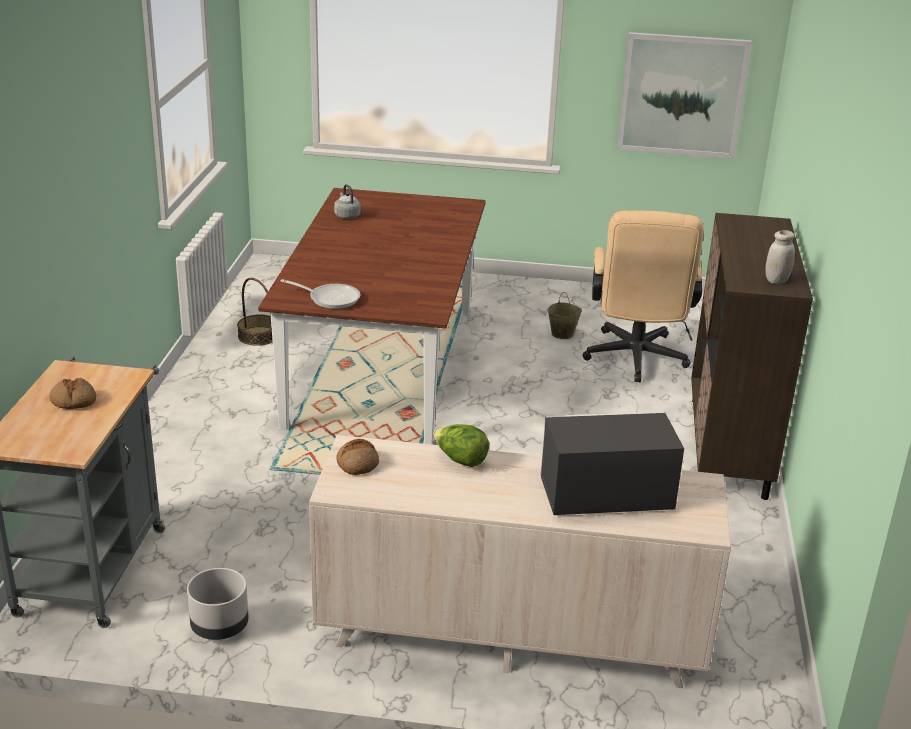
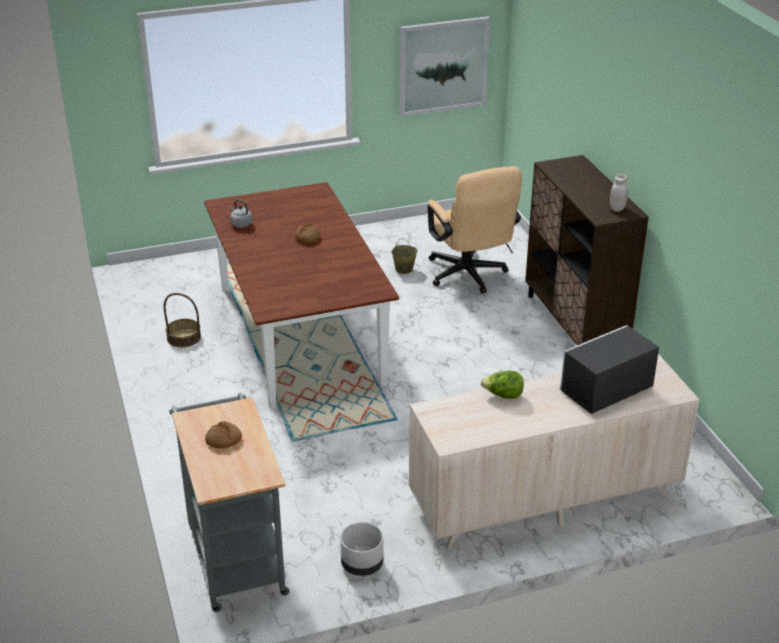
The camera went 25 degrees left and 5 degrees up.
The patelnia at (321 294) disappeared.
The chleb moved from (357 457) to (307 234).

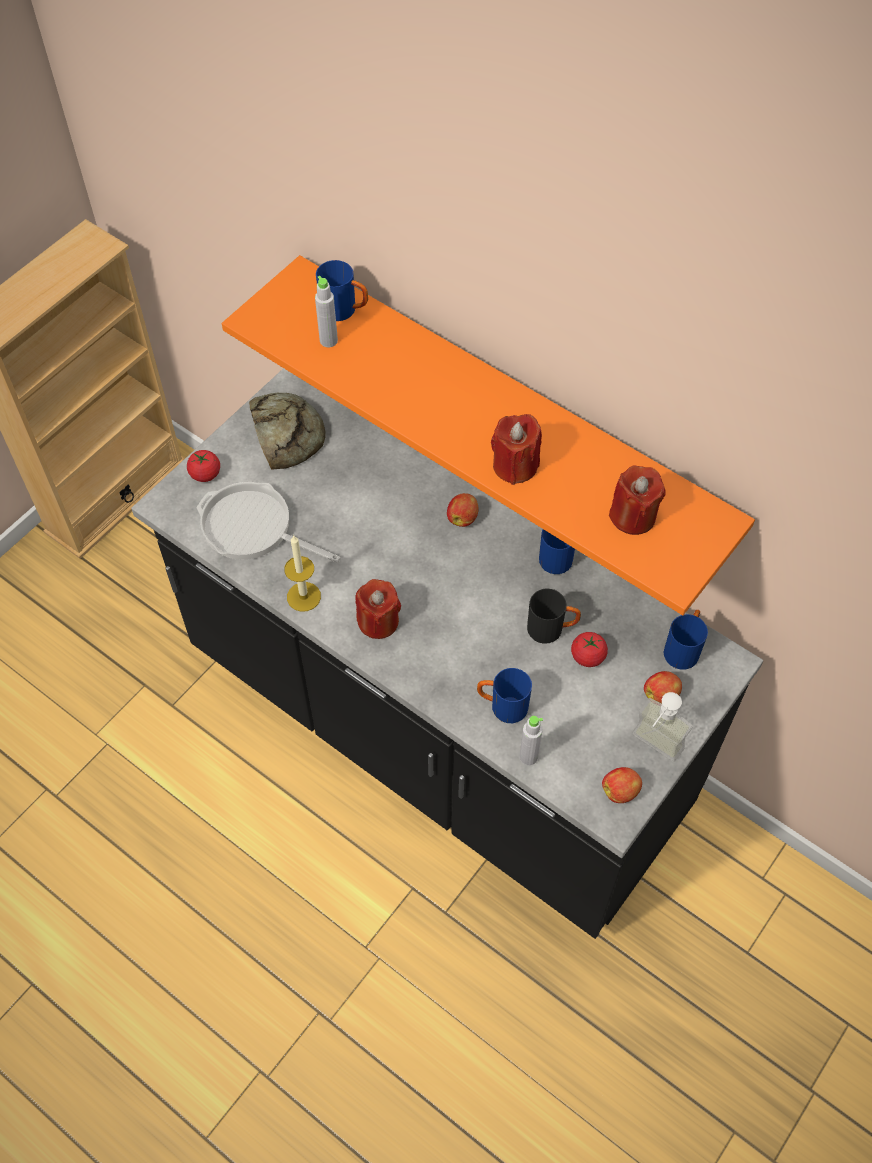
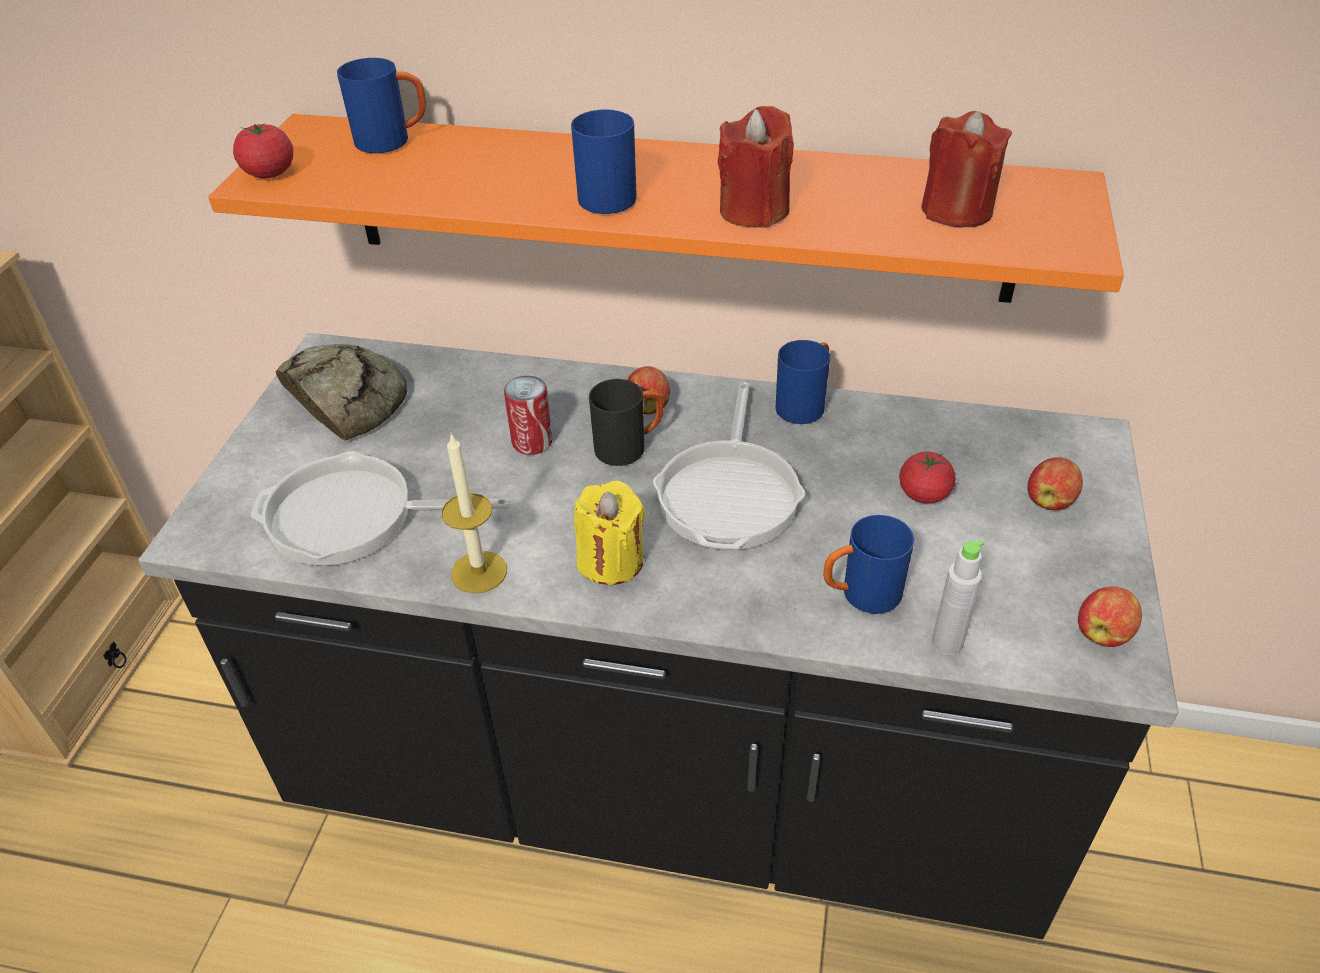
The camera went 25 degrees left and 15 degrees down.
The pomidor moved from (203 466) to (263 150).
The butelka (szary) at (326 311) disappeared.
The świeca (czerwony) at (378 609) became the świeca (żółty) at (609 533).
The kubek (czarny) moved from (554 616) to (626 422).
The dozownik mydła at (662 726) disappeared.
The kubek (niebieski) moved from (686 640) to (604 161).
The puszka at (528 415) appeared.
The patelnia at (729 466) appeared.

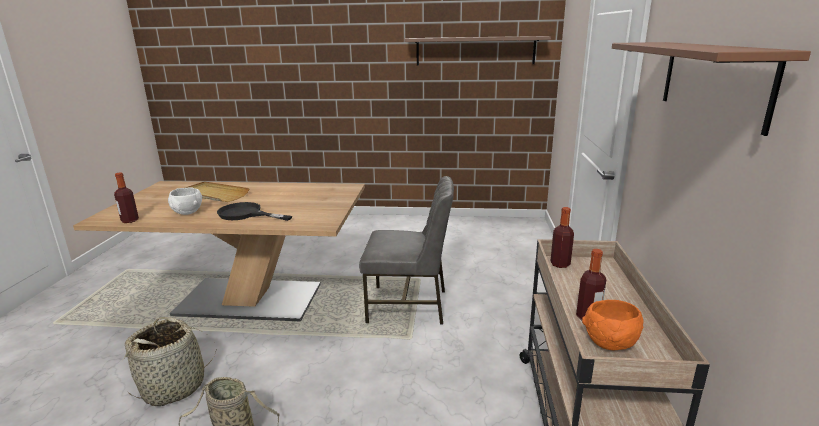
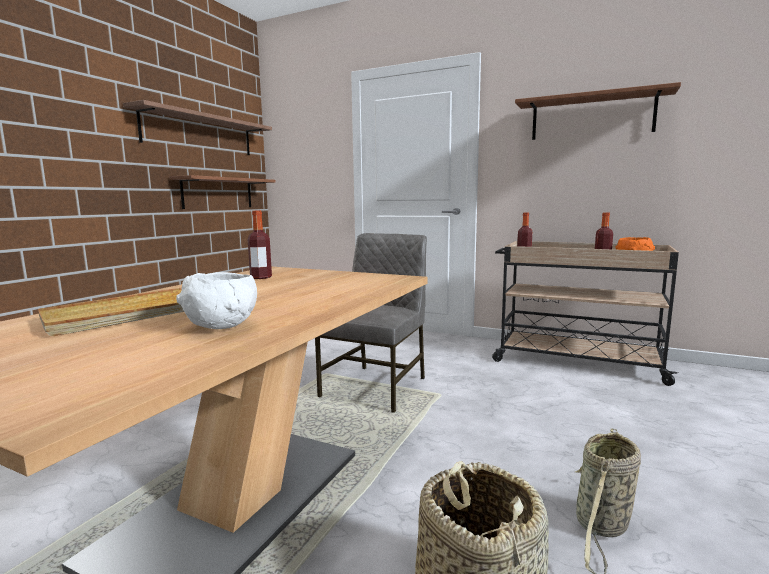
The camera went 70 degrees left and 10 degrees down.
The butelka moved from (126 197) to (260 245).
The patelnia (czarny) at (254 211) disappeared.
The półka (brązowy) at (222 192) appeared.

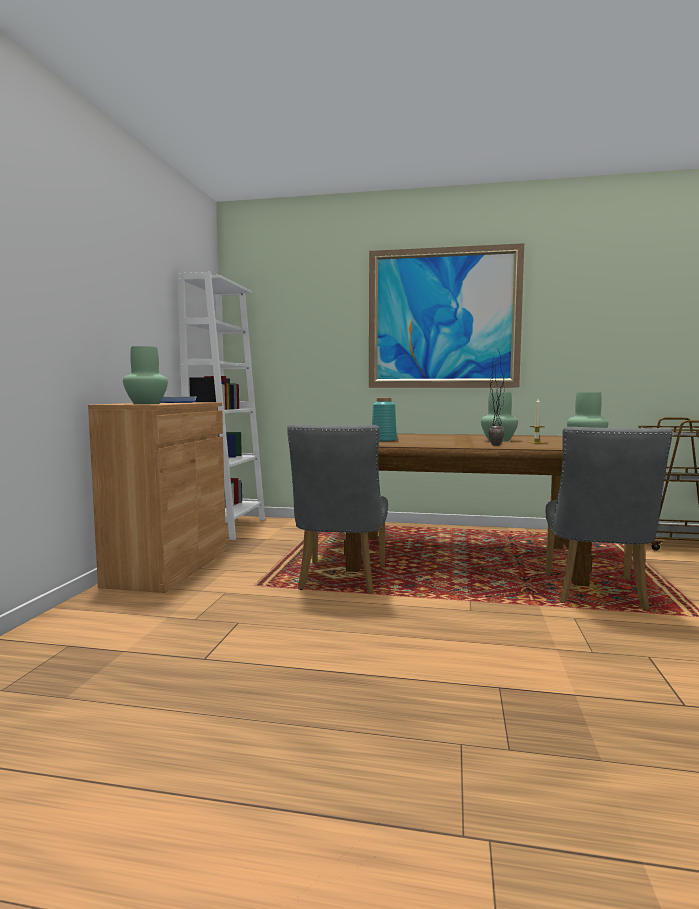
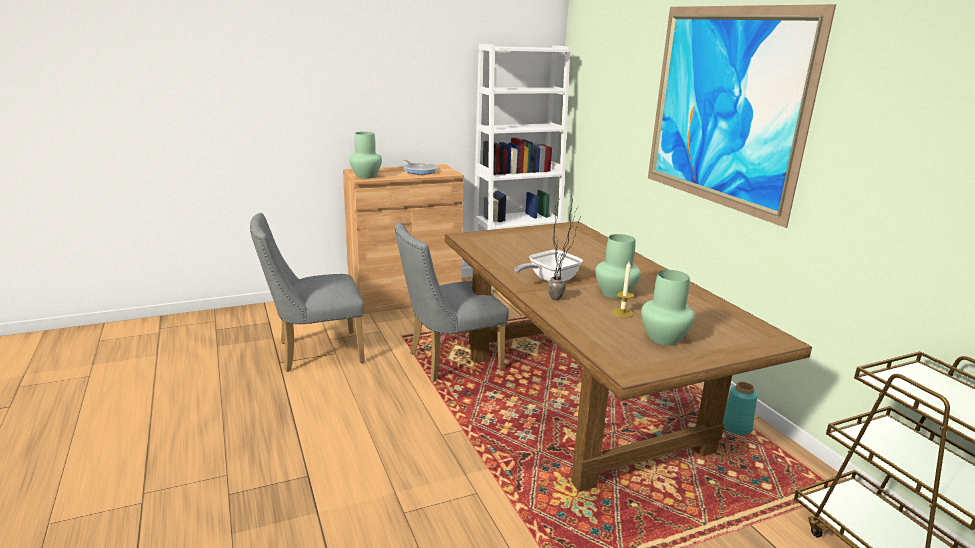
The camera went 55 degrees right and 15 degrees up.
The wazon (turkusowy) moved from (384 420) to (740 408).
The krzesło (szary) moved from (609 518) to (307 292).
The patelnia at (548 266) appeared.

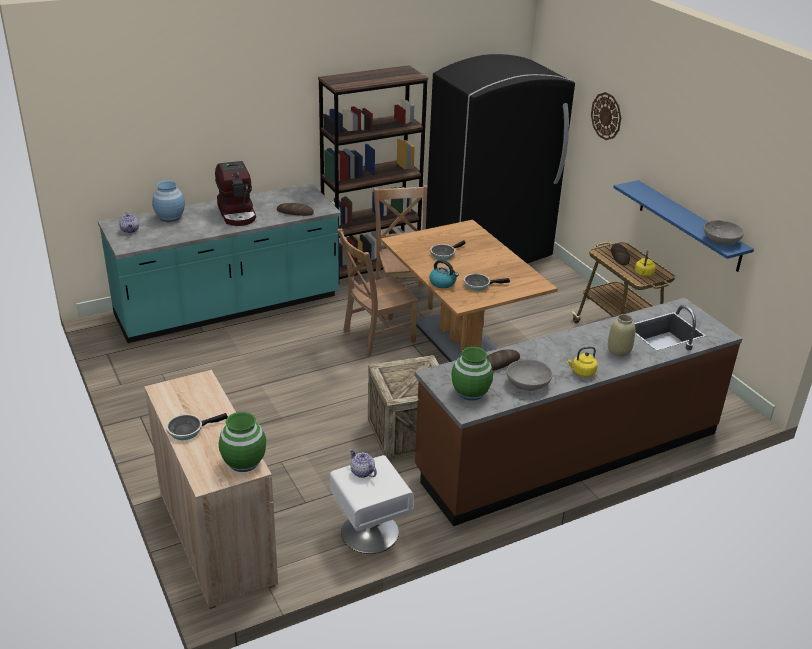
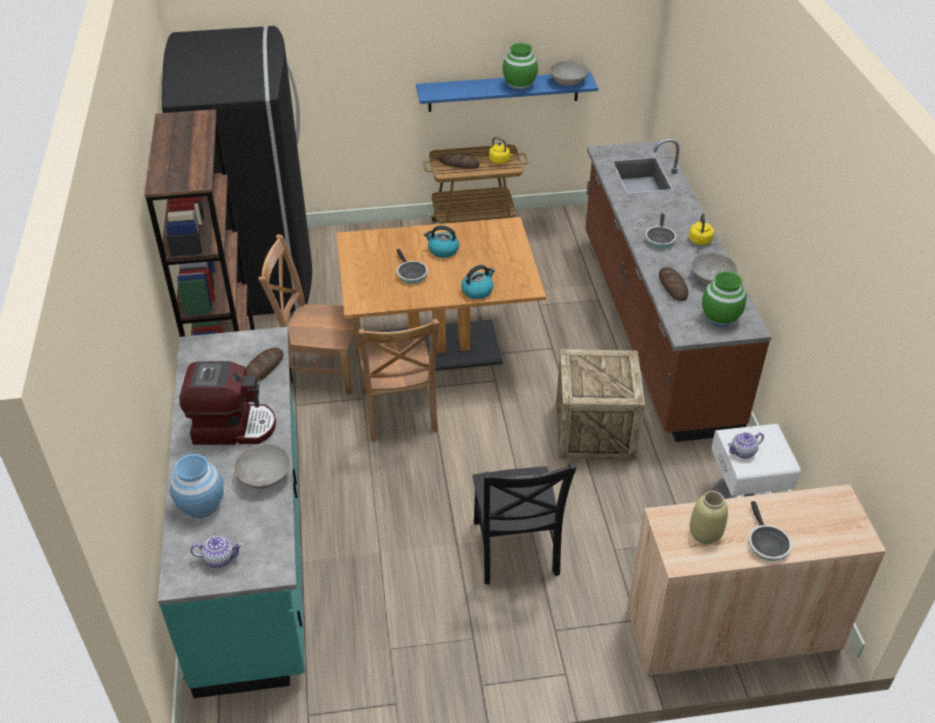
The camera went 70 degrees left and 10 degrees up.
The wazon (zielony) moved from (242 442) to (520 67).
The patelnia moved from (487 282) to (660 230).
The zegar ścienny at (606 116) disappeared.
The wazon (beżowy) moved from (621 335) to (709 517).
The miska (szary) at (262 466) appeared.
The czajnik at (441 241) appeared.
The krzesło (czarny) at (525 523) appeared.

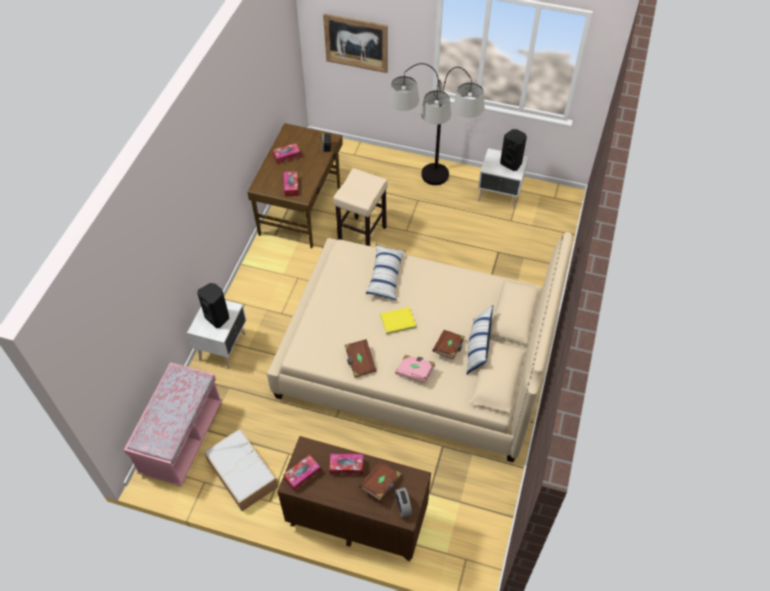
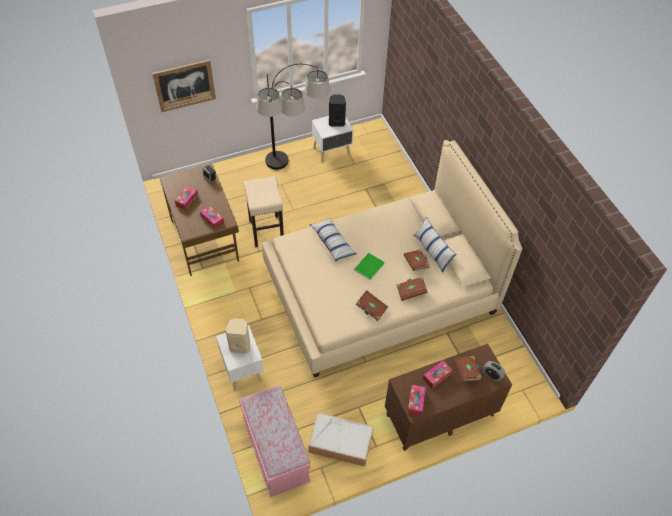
The camera went 40 degrees left and 0 degrees up.
The głośnik (czarny) at (213 305) became the głośnik (beżowy) at (237 336).
The książka (żółty) at (398 320) became the książka (zielony) at (369 266).
The książka (różowy) at (415 368) became the książka (brązowy) at (412 288).

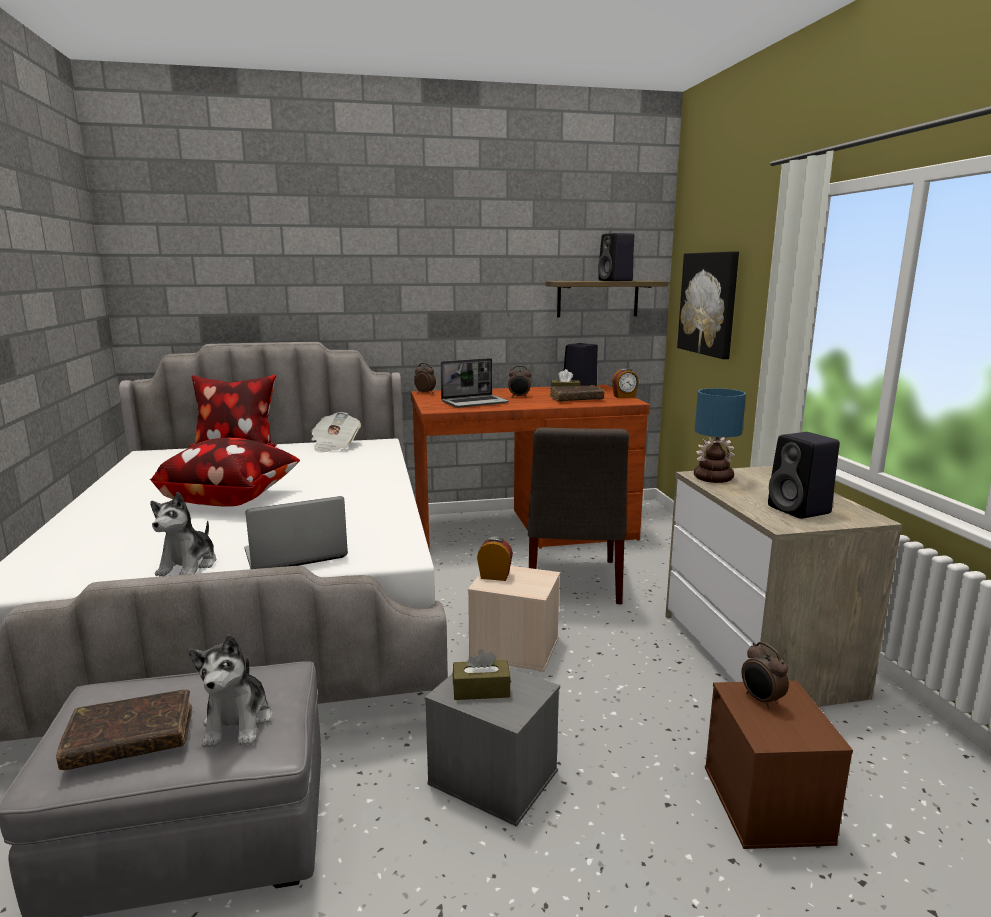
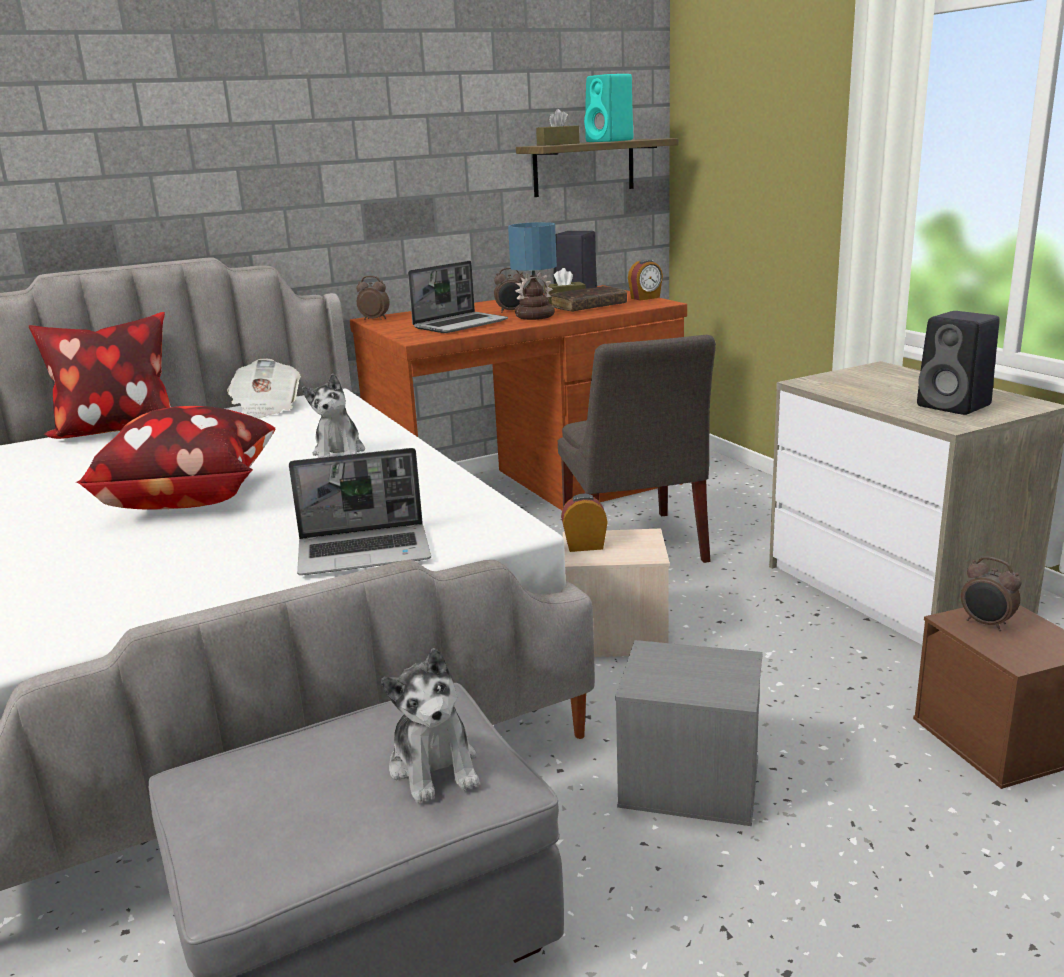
The camera went 15 degrees left and 5 degrees up.
The książka (brązowy) at (124 729) disappeared.
The pluszak moved from (183 534) to (333 416).
The laptop at (296 532) turned 150 degrees counterclockwise.
The pudełko chusteczek (brązowy) moved from (482 674) to (558 127).
The głośnik (czarny) at (616 257) became the głośnik (turkusowy) at (608 108).
The obraz at (708 305) disappeared.
The lampa stołowa moved from (720 435) to (532 271).

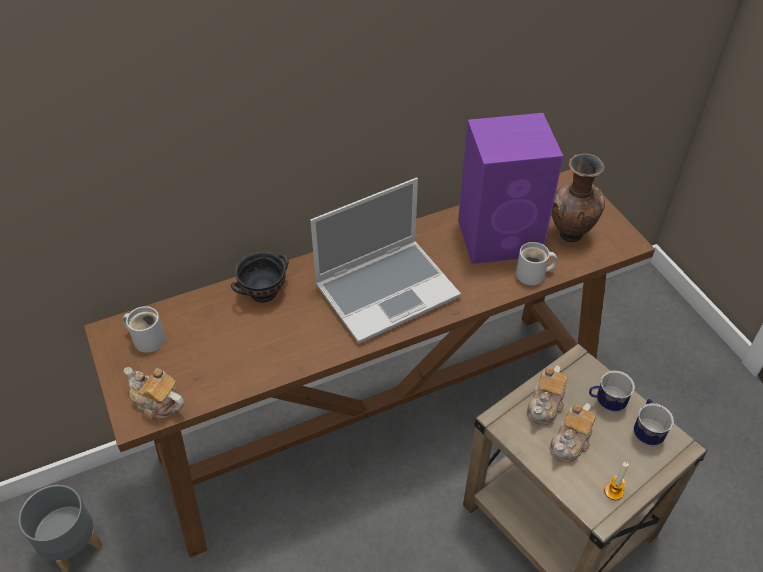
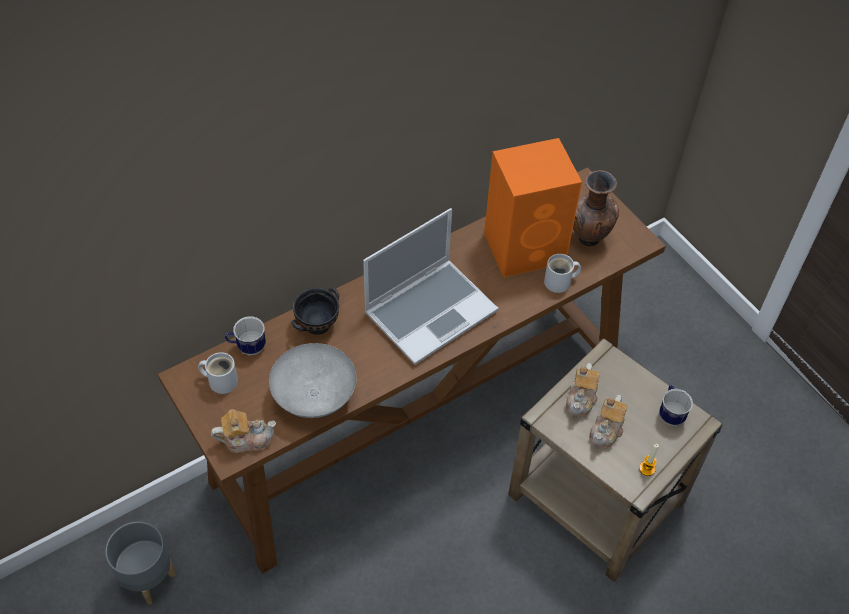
The camera went 10 degrees left and 5 degrees up.
The imbryk at (154 393) turned 150 degrees clockwise.
The głośnik (fioletowy) at (510 188) became the głośnik (pomarańczowy) at (533 207).
The kubek moved from (612 391) to (245 335).
The miska (szary) at (312 380) appeared.

